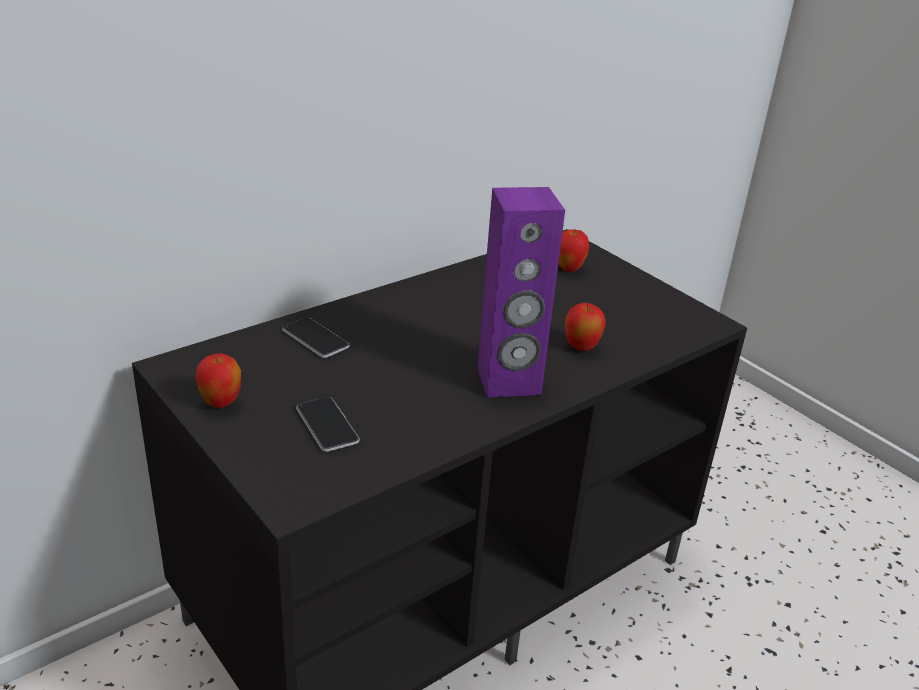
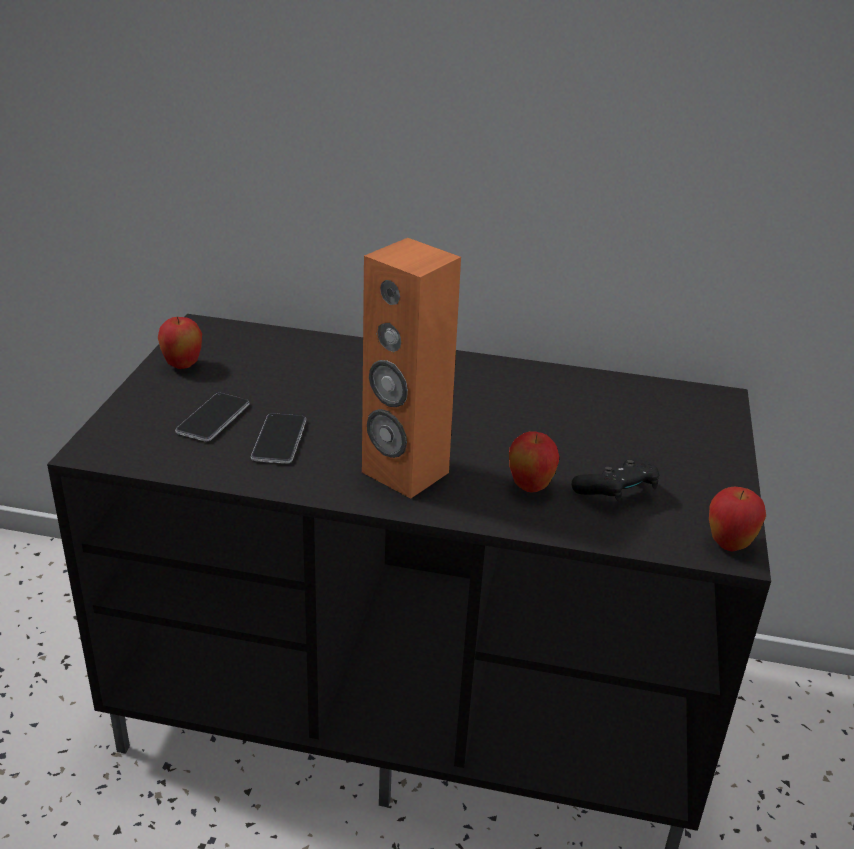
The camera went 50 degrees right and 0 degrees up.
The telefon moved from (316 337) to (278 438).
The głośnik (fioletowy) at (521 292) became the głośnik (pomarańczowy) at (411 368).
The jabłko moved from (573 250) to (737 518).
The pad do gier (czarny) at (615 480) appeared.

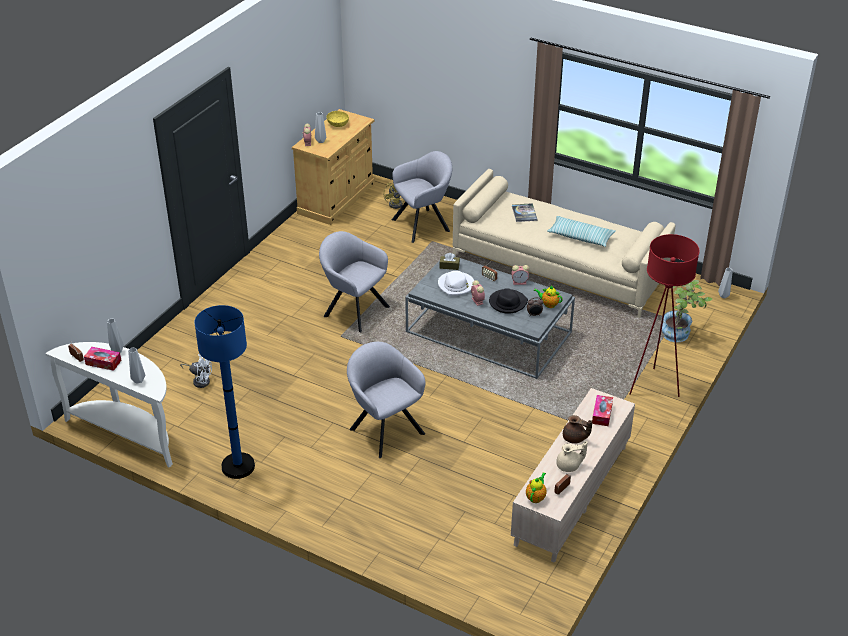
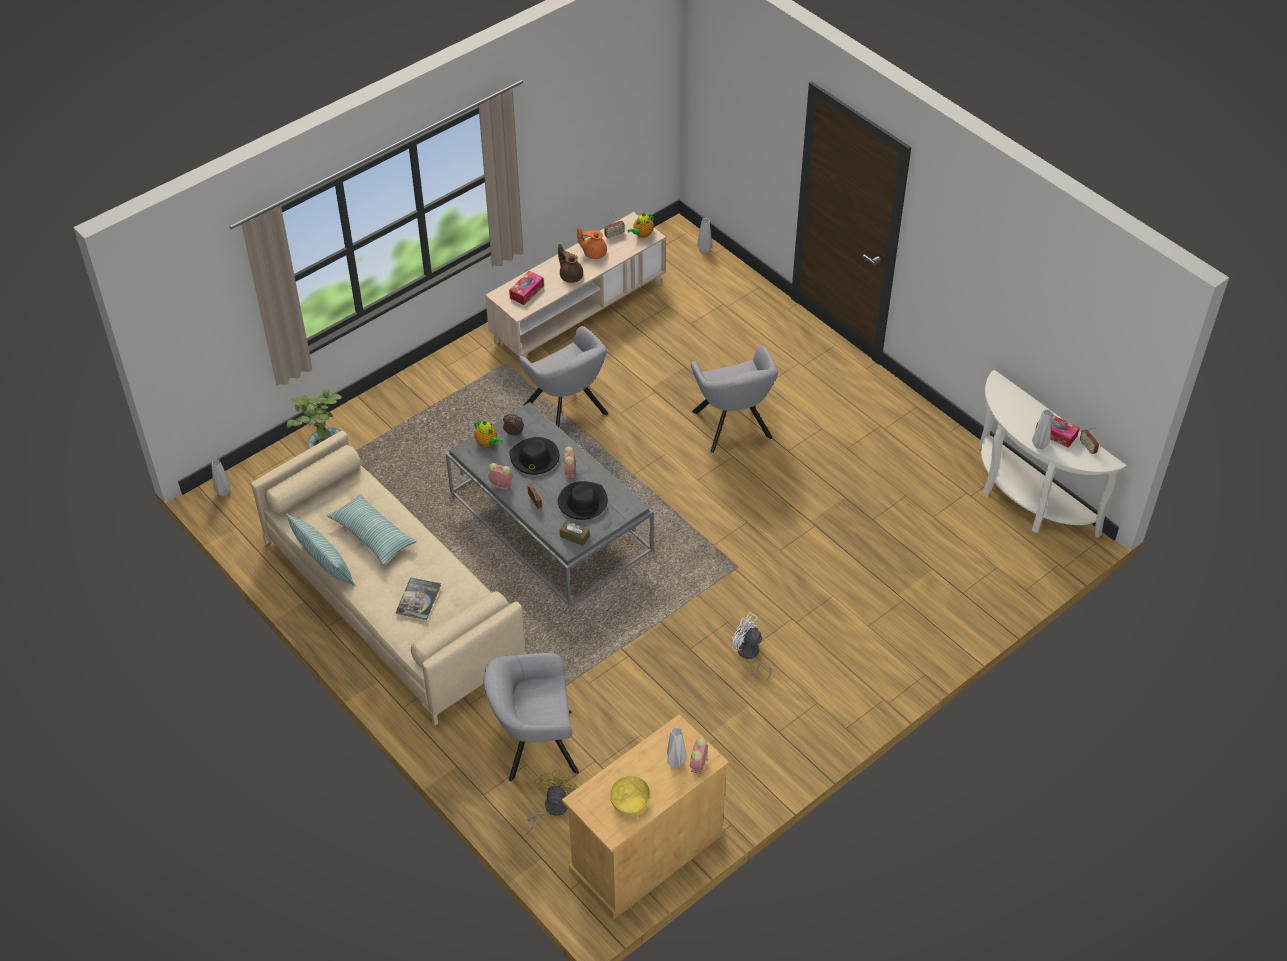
The camera went 160 degrees left and 10 degrees up.
The wazon (szary) moved from (136 365) to (704 236).
The wentylator (biały) moved from (196 371) to (751 646).
The lampa stojąca (niebieski) at (224 392) disappeared.
The fotel (szary) moved from (354 281) to (563 376).
The kapelusz (biały) at (456 283) became the kapelusz (czarny) at (583 500).
The imbryk (beżowy) at (572 456) became the imbryk (pomarańczowy) at (592 243).
The lampa stojąca (czerwony) at (665 315) disappeared.
The poduszka at (320 549) appeared.

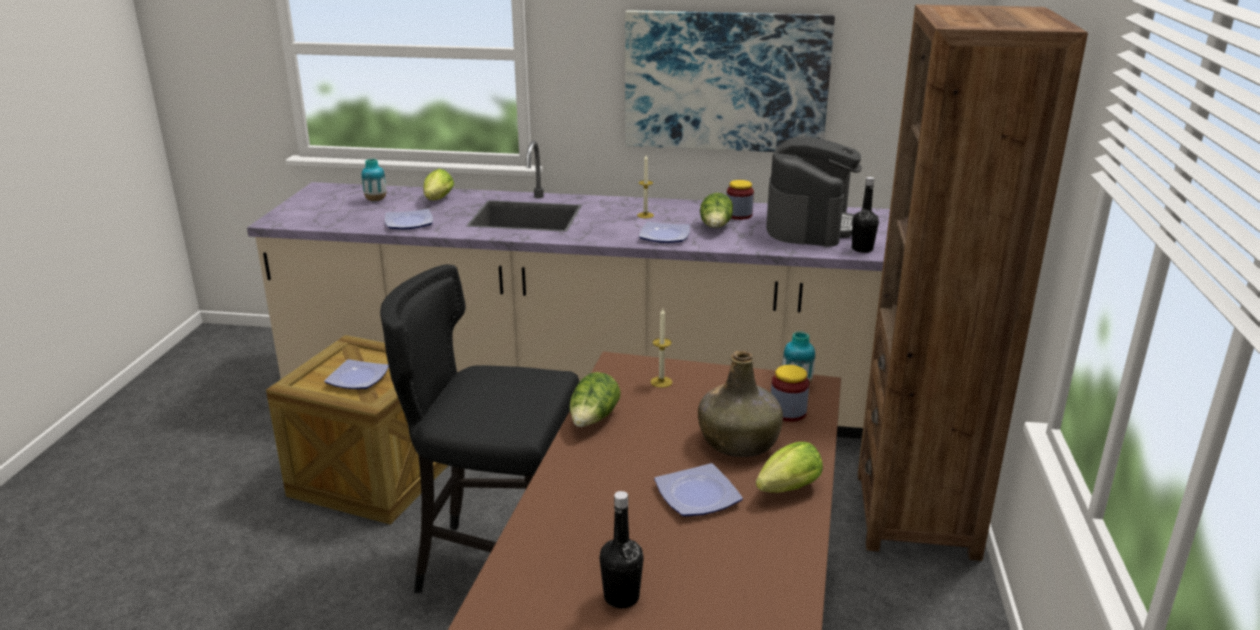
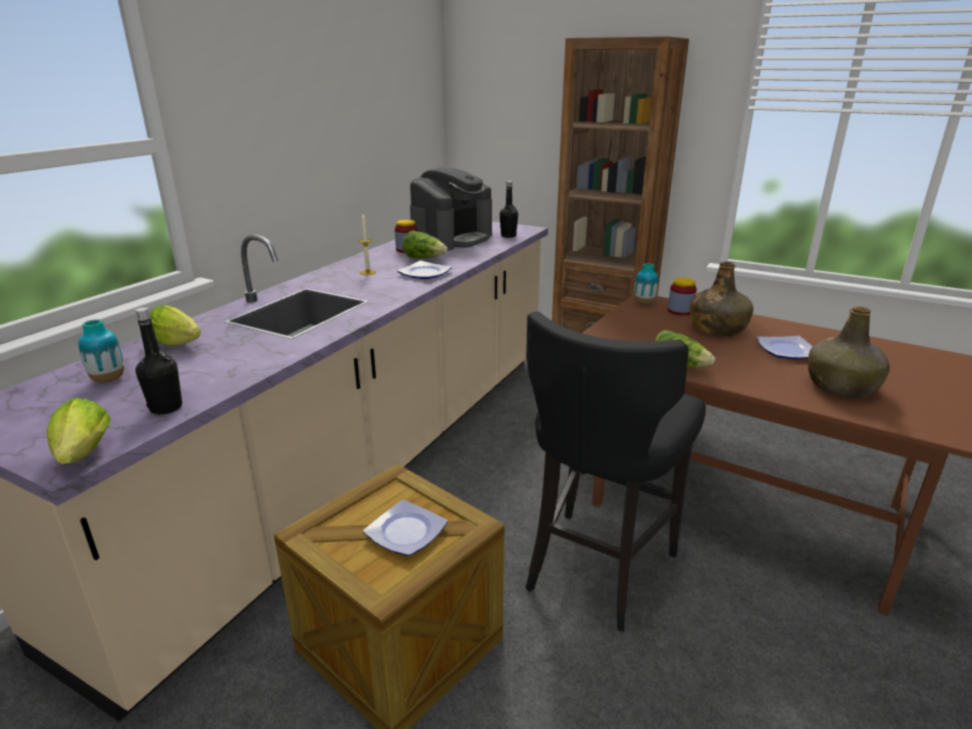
The camera went 70 degrees left and 0 degrees up.
The talerz at (409 219) disappeared.
The butelka (czarny) moved from (621 550) to (158 361).
The obraz at (730 81) disappeared.
The świeca at (661 348) disappeared.
The sałata moved from (789 467) to (79 431).
The ekspres do kawy at (814 192) turned 90 degrees clockwise.
The butelka (zielony) at (849 352) appeared.

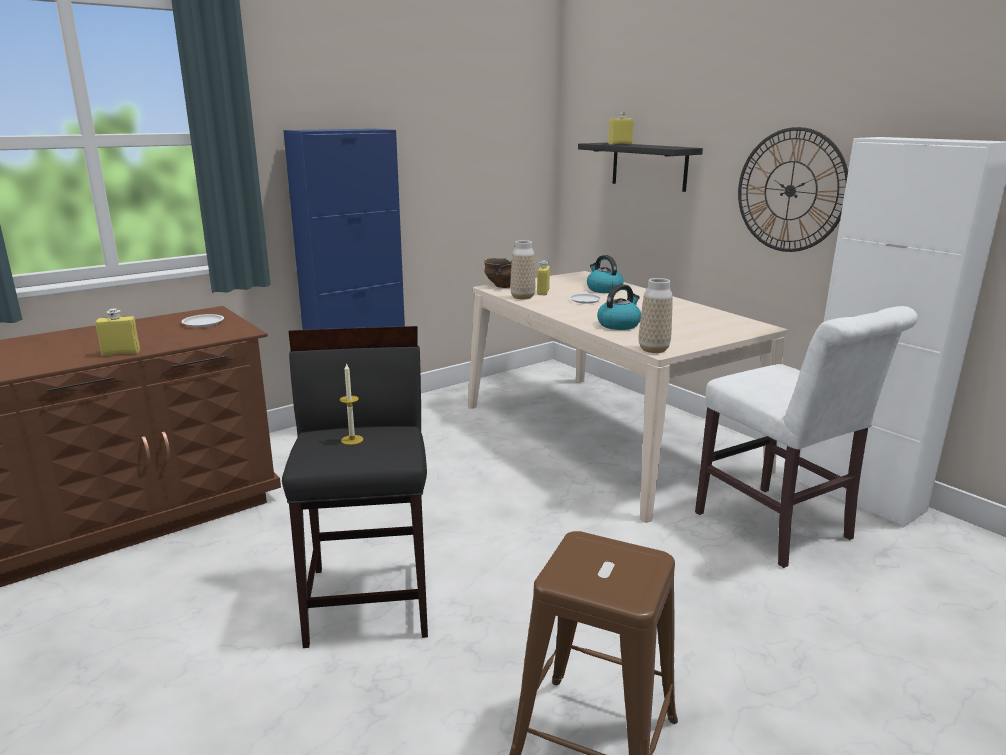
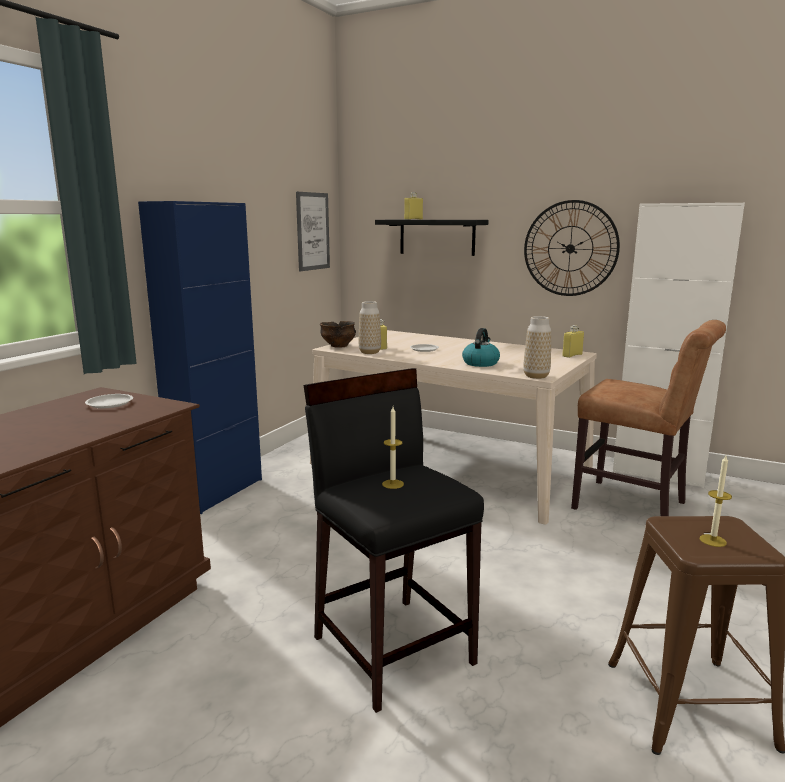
The camera went 25 degrees left and 5 degrees down.
The butelka (żółty) moved from (117 332) to (573 341).
The czajnik at (605 274) disappeared.
The krzesło (biały) at (806 437) became the krzesło (brązowy) at (648 418).
The obraz at (313 231) appeared.
The świeca at (716 501) appeared.

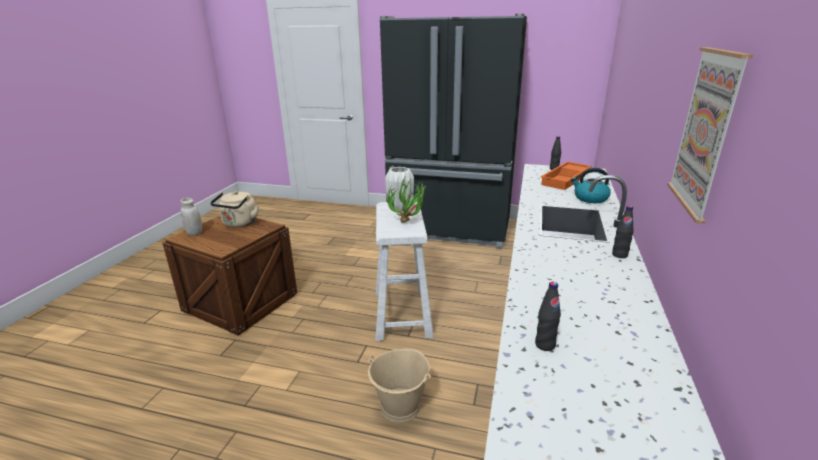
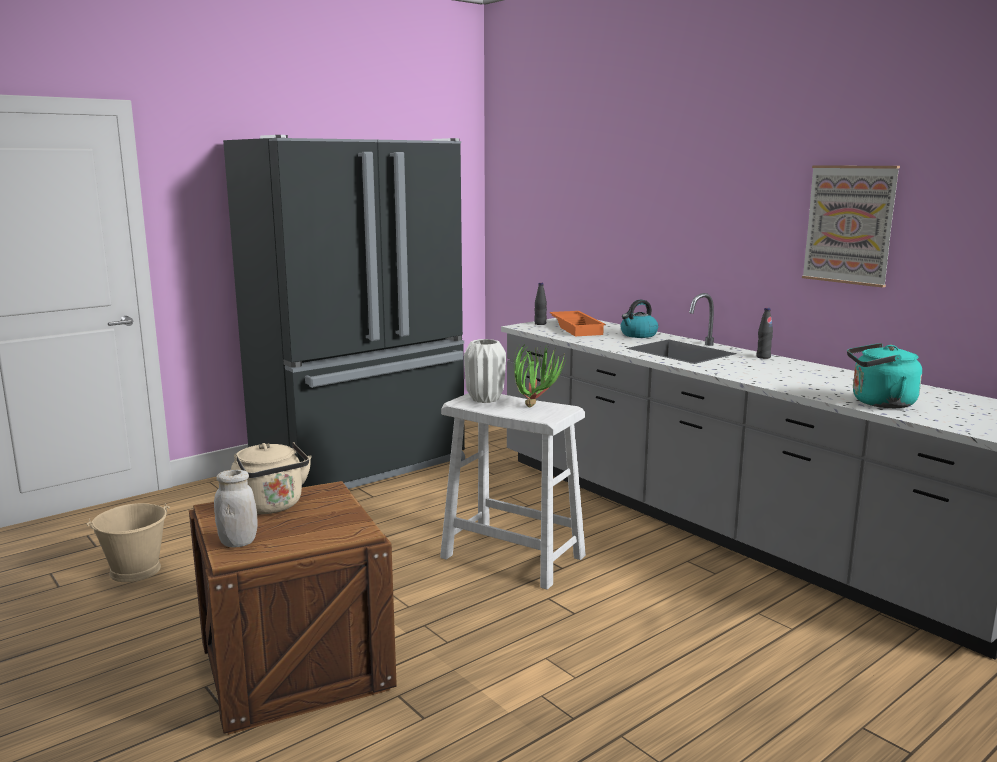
The camera went 55 degrees left and 10 degrees down.
The wiadro (beżowy) moved from (399 386) to (128 542).
The butelka (czarny) at (548 316) was replaced by the czajnik (turkusowy) at (884 375).

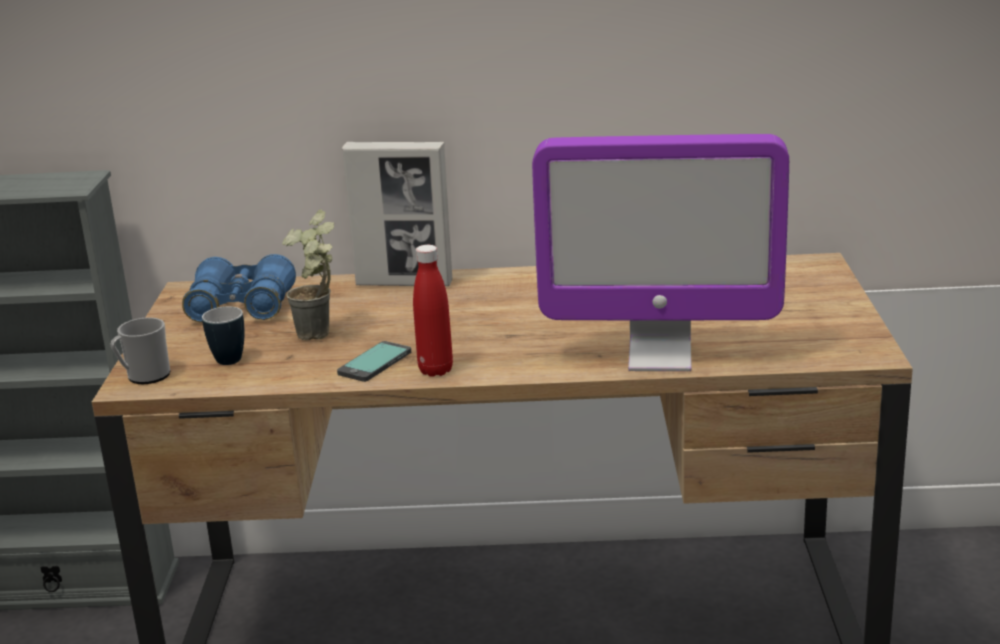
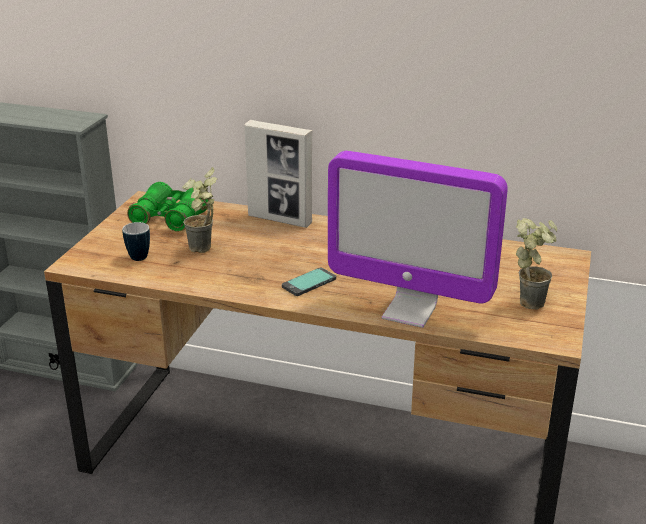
The camera went 15 degrees right and 5 degrees up.
The kubek at (140 350) disappeared.
The lornetka (niebieski) at (239 288) became the lornetka (zielony) at (167 207).
The telefon moved from (374 361) to (309 281).
The butelka (czerwony) at (433 311) disappeared.
The roślina doniczkowa at (536 263) appeared.

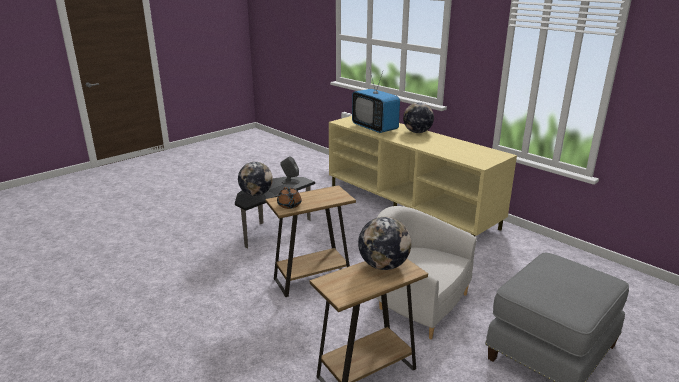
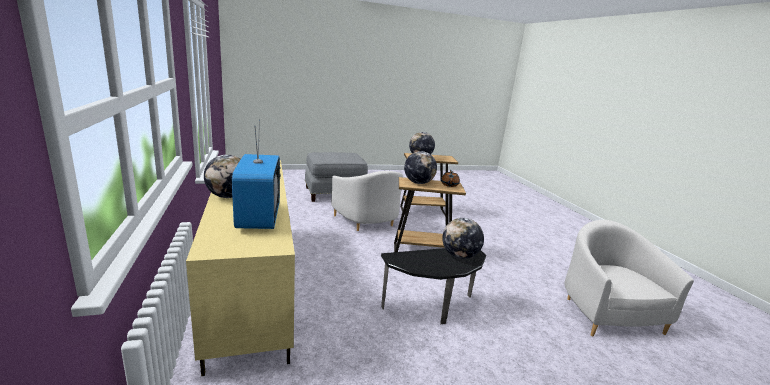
The camera went 155 degrees left and 5 degrees down.
The głośnik (szary) at (290 170) disappeared.
The globus at (420 167) appeared.
The fotel (biały) at (629 278) appeared.

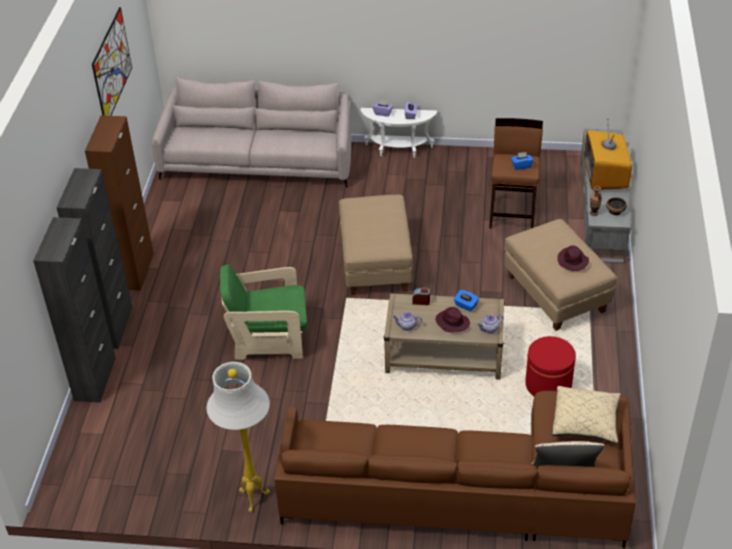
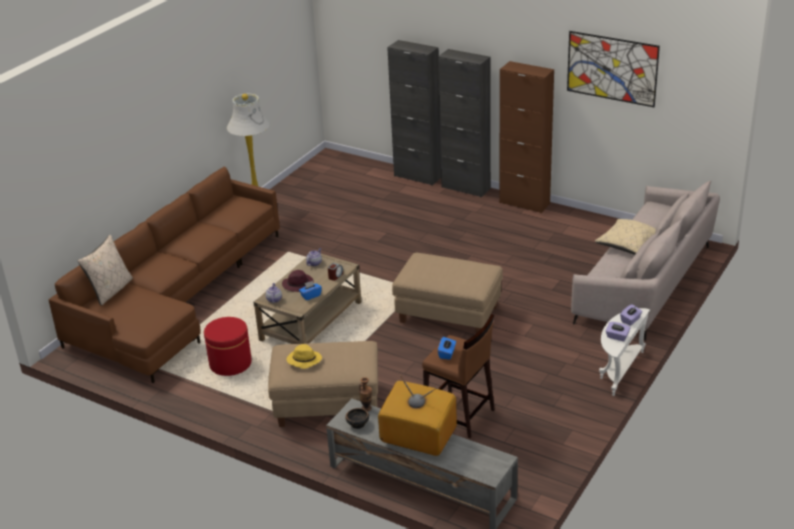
The camera went 115 degrees right and 10 degrees down.
The fotel (zielony) at (263 312) disappeared.
The poduszka (beżowy) moved from (586 414) to (625 237).
The kapelusz (fioletowy) at (573 258) became the kapelusz (żółty) at (304 356).

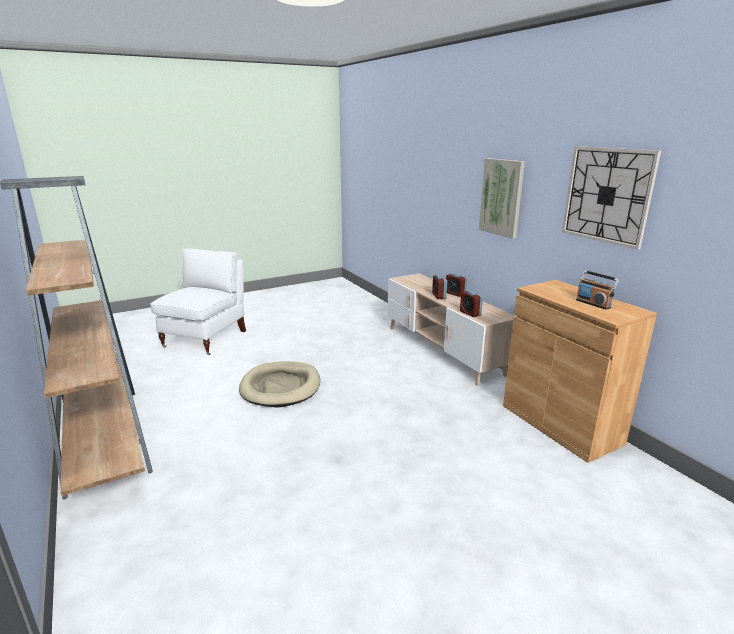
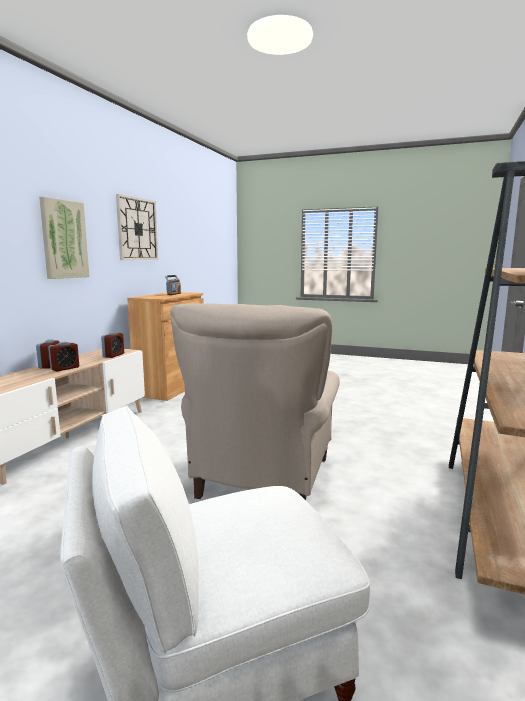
The camera went 130 degrees left and 10 degrees down.
The legowisko (beżowy) at (279 384) was replaced by the fotel (beżowy) at (255 401).

